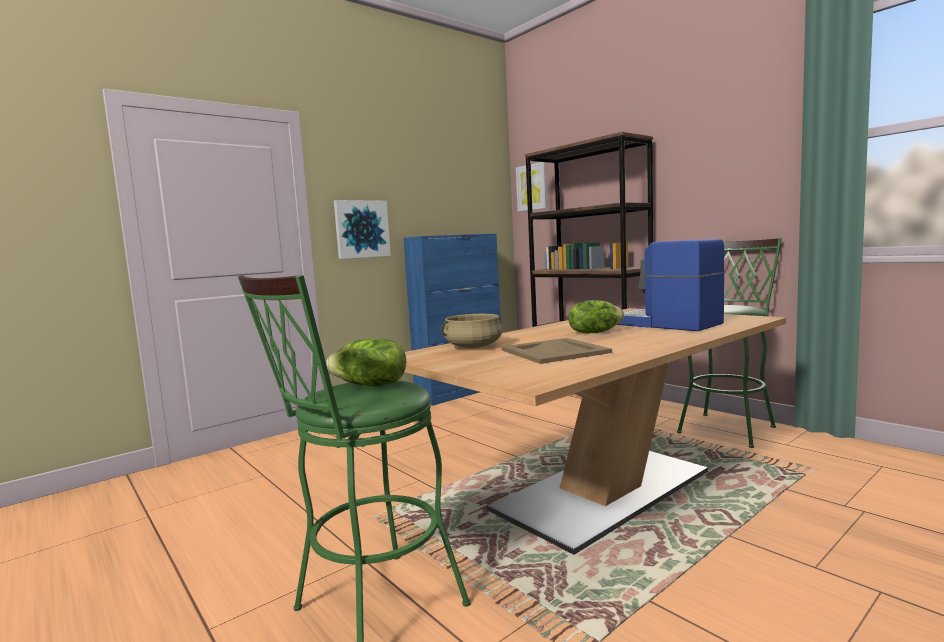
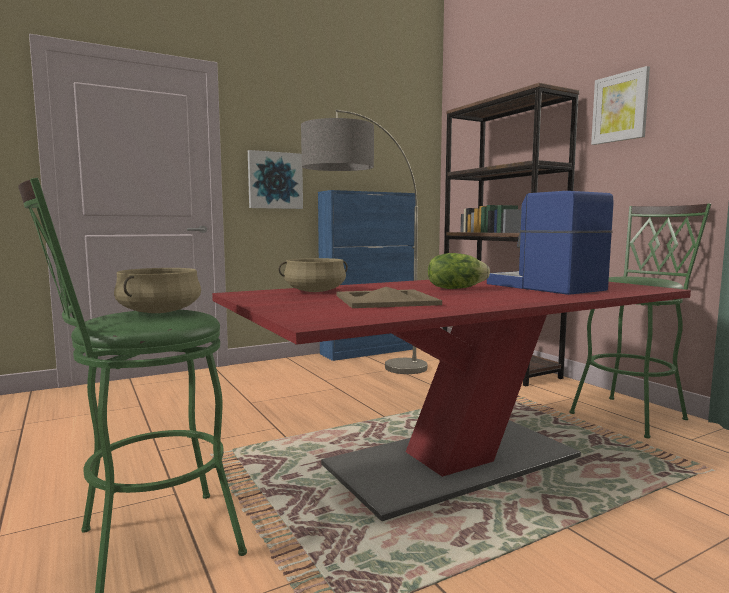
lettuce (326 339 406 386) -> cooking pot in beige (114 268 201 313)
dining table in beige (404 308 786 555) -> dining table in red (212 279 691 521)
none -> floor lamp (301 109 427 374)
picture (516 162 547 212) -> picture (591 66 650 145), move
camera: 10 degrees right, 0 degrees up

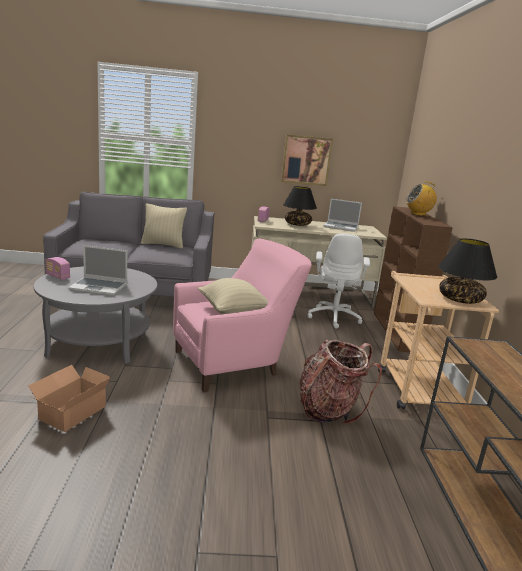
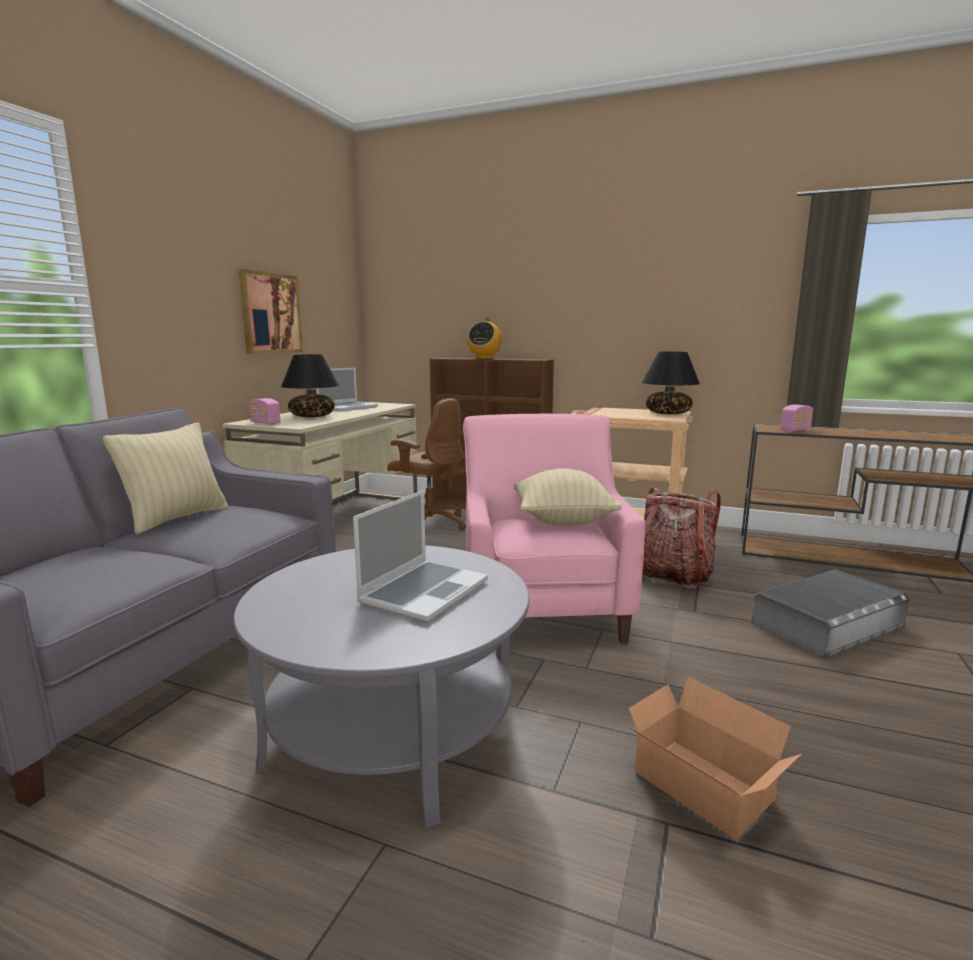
office chair in white (308 234 370 329) -> office chair in brown (387 398 466 531)
none -> storage box in grey (752 569 910 658)
radio (46 257 70 280) -> radio (780 404 813 432), move
camera: 65 degrees left, 5 degrees down

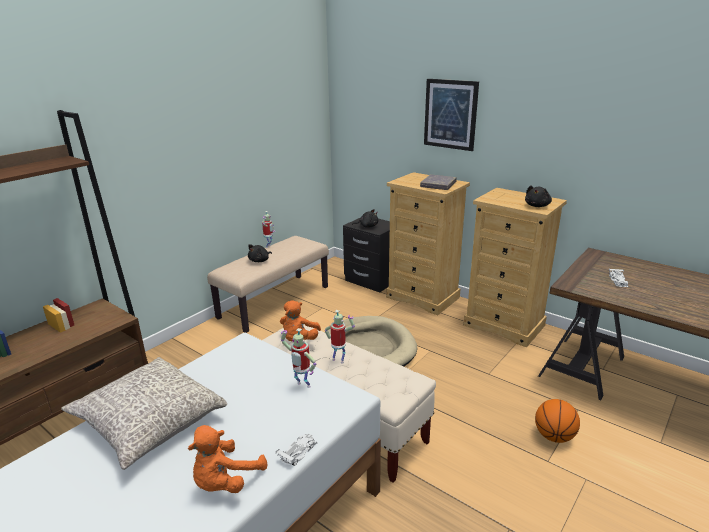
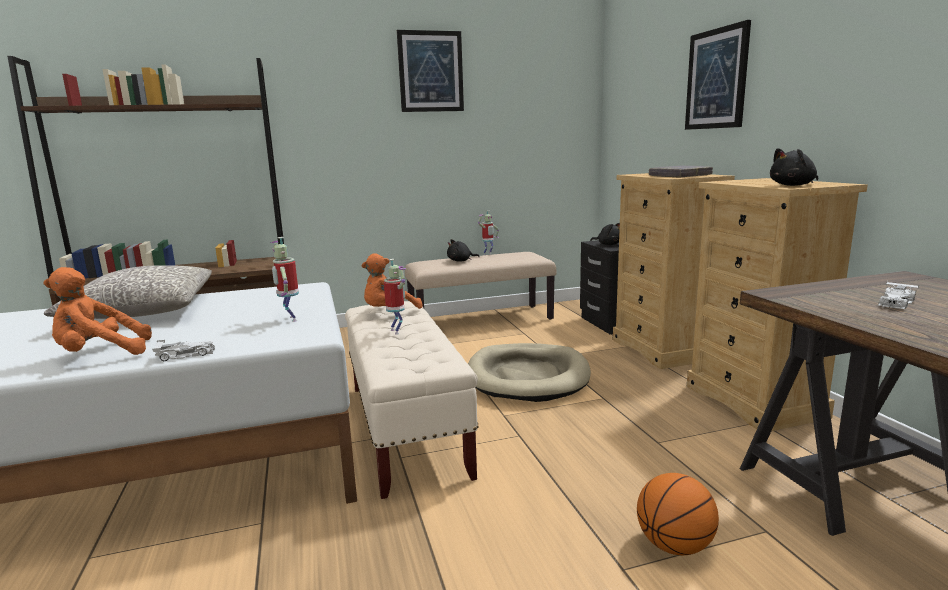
none -> picture (397 30 464 112)
camera: 35 degrees right, 10 degrees down

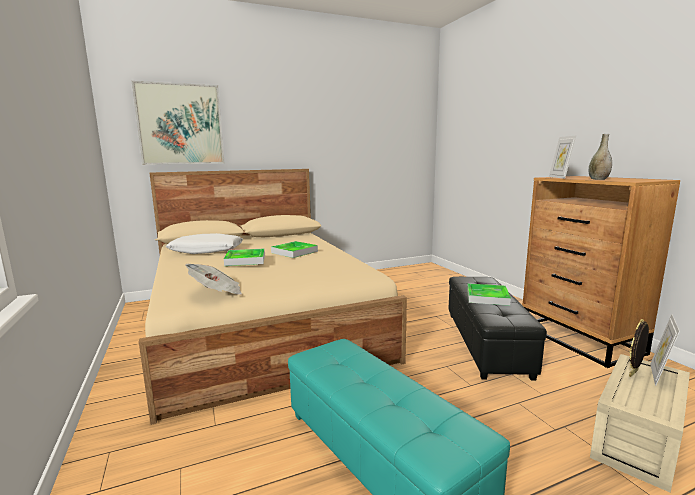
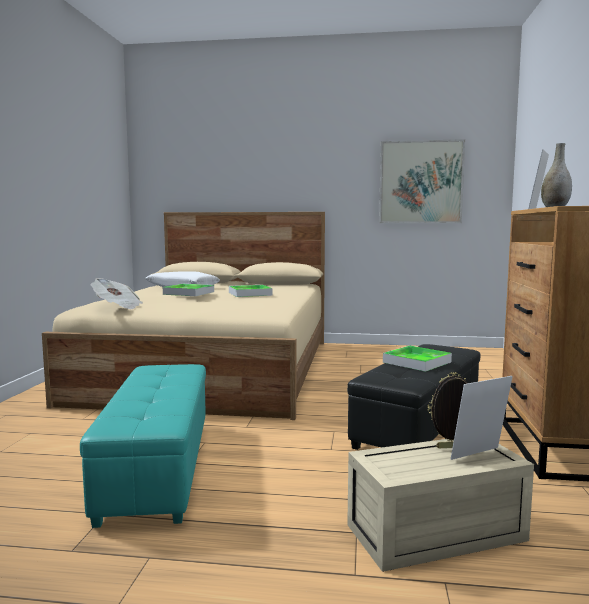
picture (132 81 225 165) -> picture (379 139 465 223), move
camera: 30 degrees right, 5 degrees down

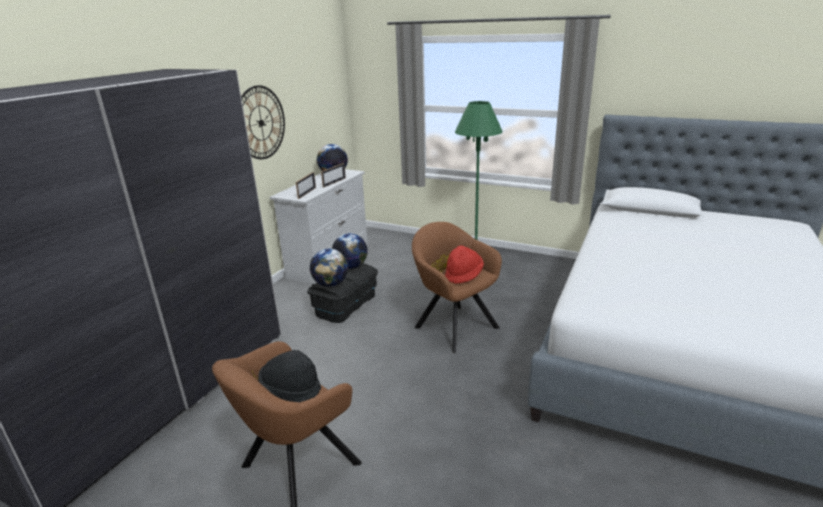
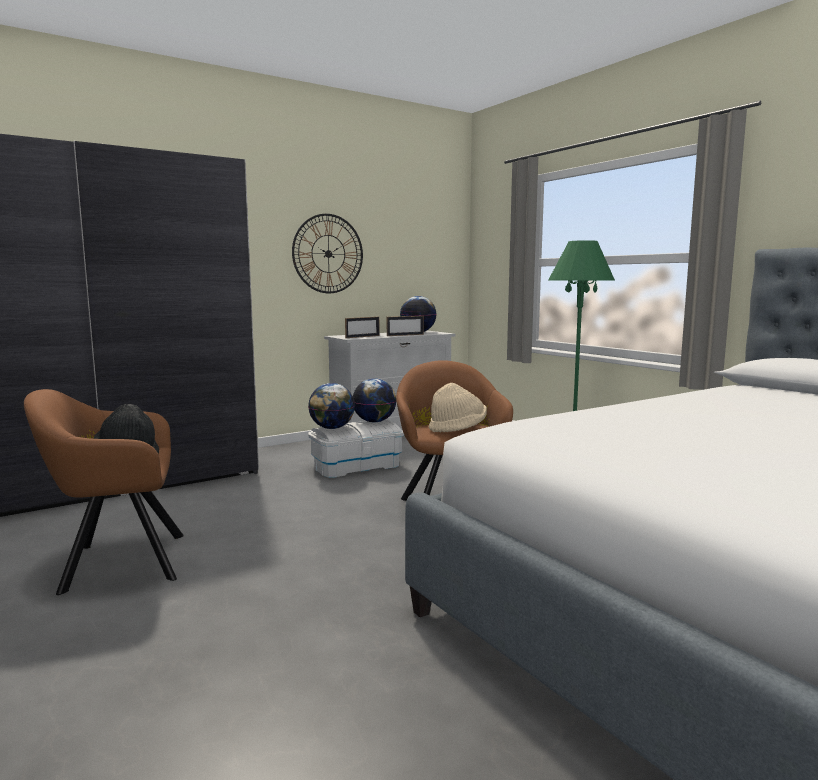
storage box in black (307 263 378 323) -> storage box in white (308 420 404 478)
hat in red (445 245 484 284) -> hat in beige (429 383 487 432)
camera: 30 degrees right, 15 degrees down

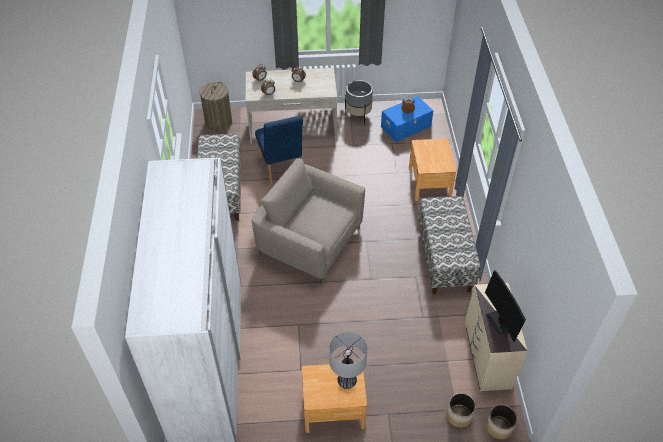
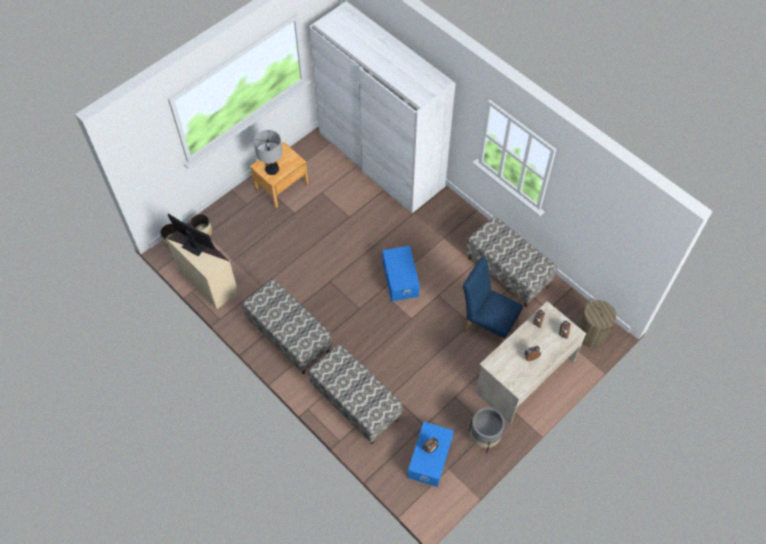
nightstand in brown (409 138 456 201) -> bench (309 344 402 444)
armchair in beige (252 158 365 284) -> storage box in blue (382 246 420 301)
camera: 140 degrees right, 10 degrees up

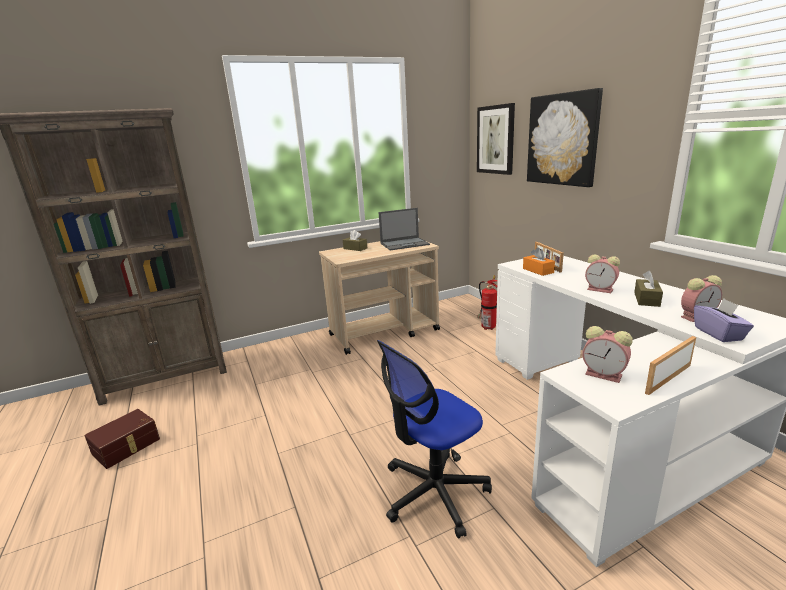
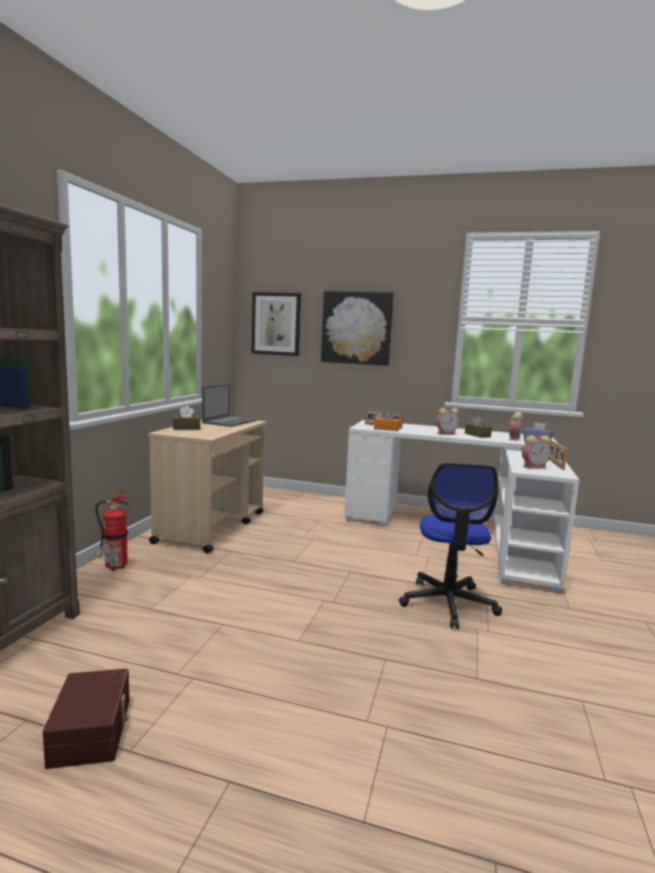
fire extinguisher (477 276 498 330) -> fire extinguisher (95 489 130 571), move
camera: 50 degrees left, 10 degrees down

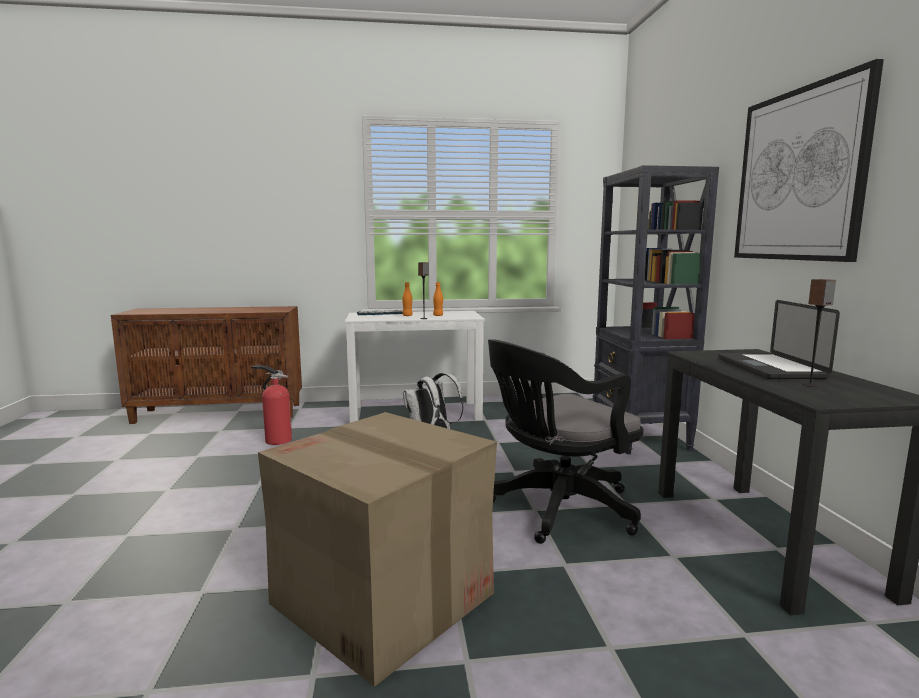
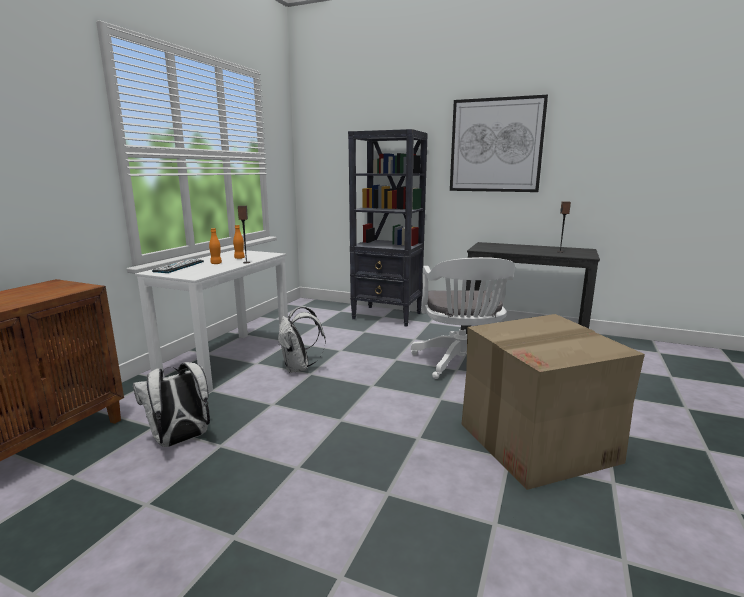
fire extinguisher (251 365 292 445) -> backpack in white (133 362 210 447)
office chair in black (488 340 644 544) -> office chair in white (411 257 515 379)
laptop (718 300 840 379) -> none
camera: 60 degrees left, 5 degrees up

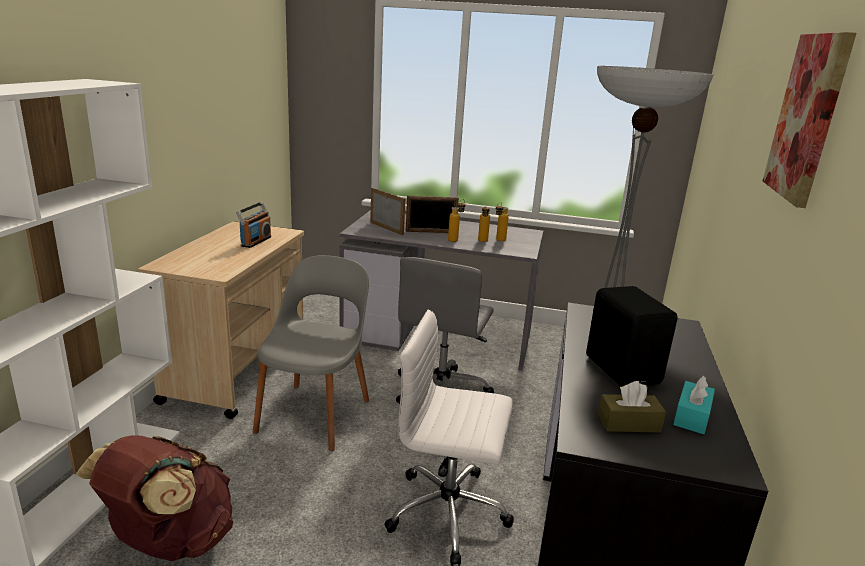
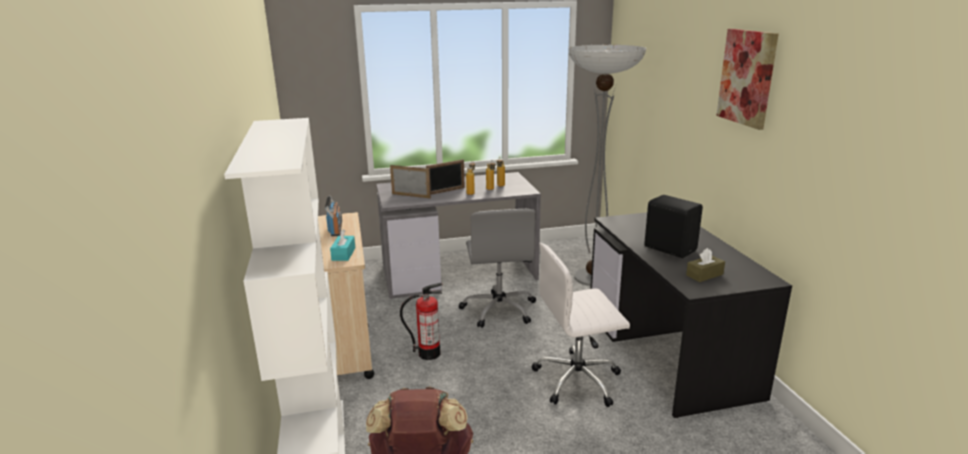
tissue box in turquoise (673 376 715 434) -> tissue box in turquoise (330 229 355 261), move
chair in grey (253 255 369 451) -> fire extinguisher (400 283 443 360)
camera: 25 degrees left, 0 degrees up

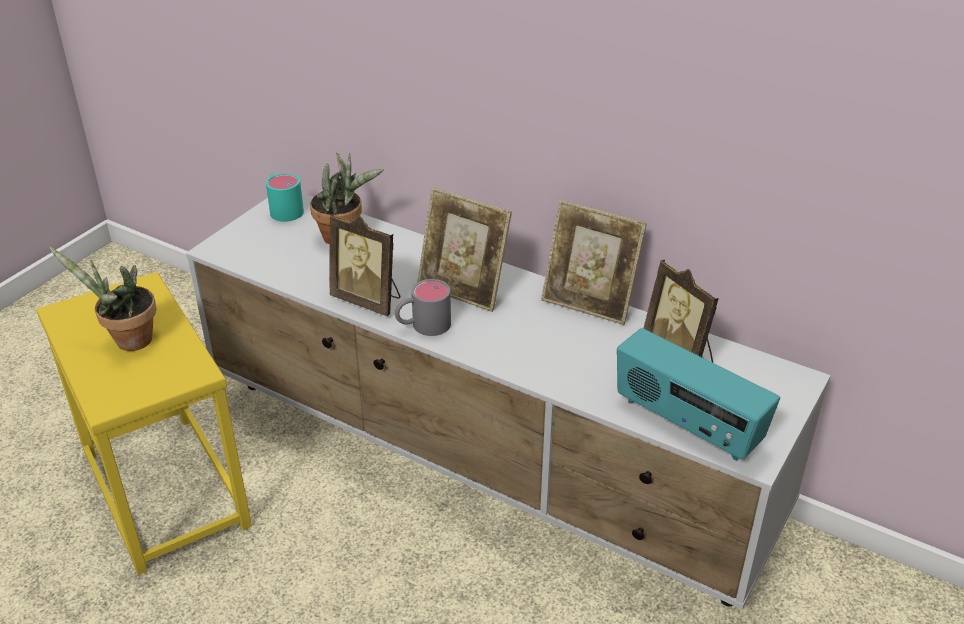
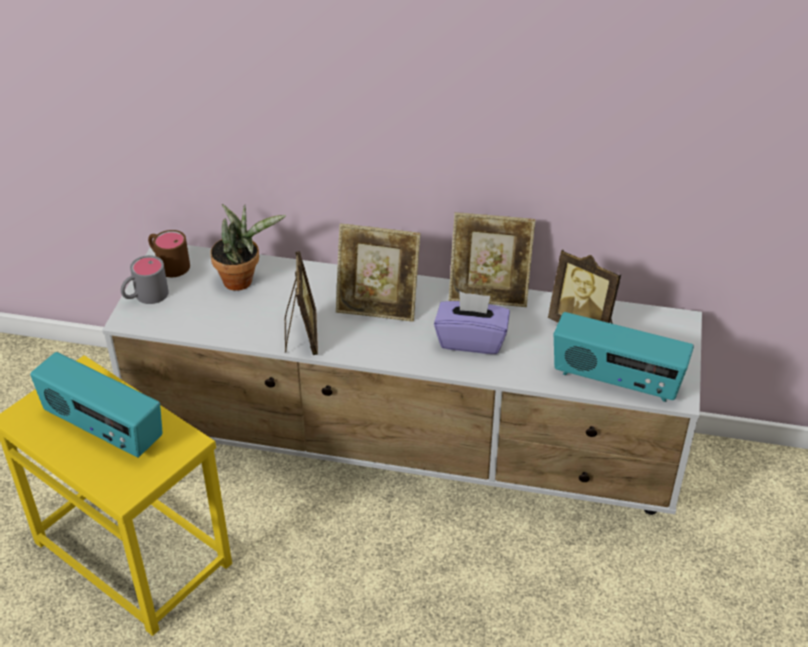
potted plant (49 247 157 351) -> radio (30 352 163 458)
mug in grey (395 279 451 336) -> mug in grey (121 255 169 304), move
mug in turquoise (266 173 304 222) -> mug in brown (148 230 190 277)
picture frame (329 214 400 316) -> picture frame (285 251 318 355), 105 degrees counterclockwise
none -> tissue box in purple (434 291 510 354)
camera: 20 degrees left, 5 degrees up

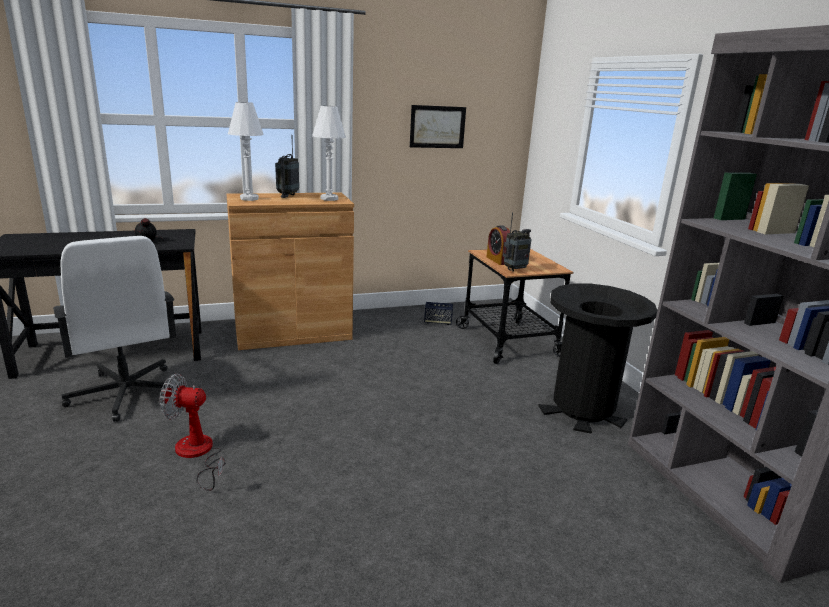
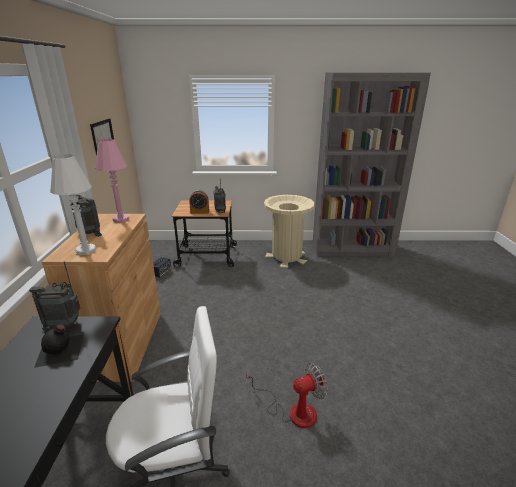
none -> radio (29 262 80 330)
table lamp in white (312 106 346 201) -> table lamp in pink (95 139 129 223)
fan (160 373 226 491) -> fan (246 363 328 428), 135 degrees counterclockwise
trash can in black (538 284 657 434) -> trash can in beige (264 195 314 268)
camera: 70 degrees left, 5 degrees up

